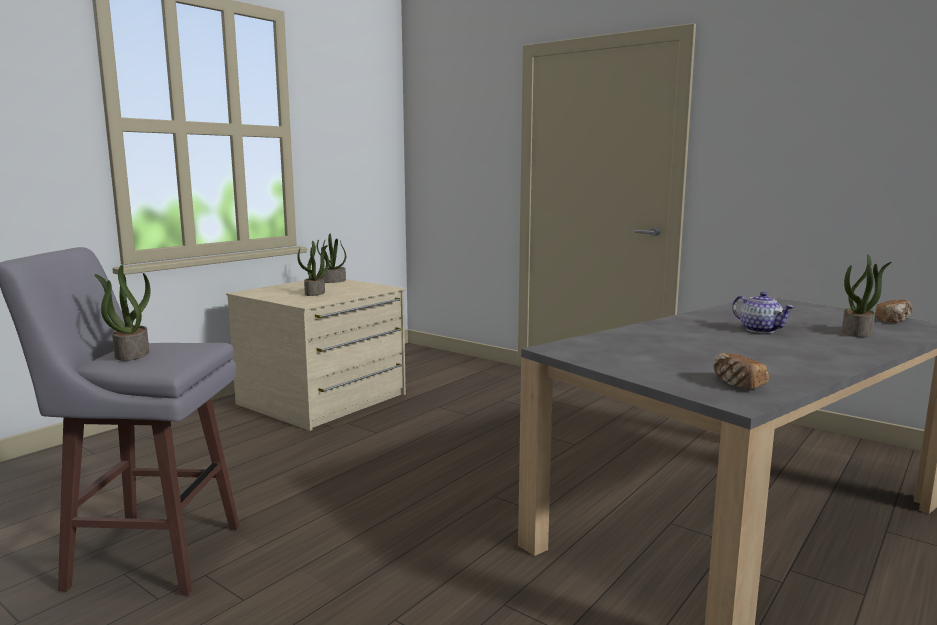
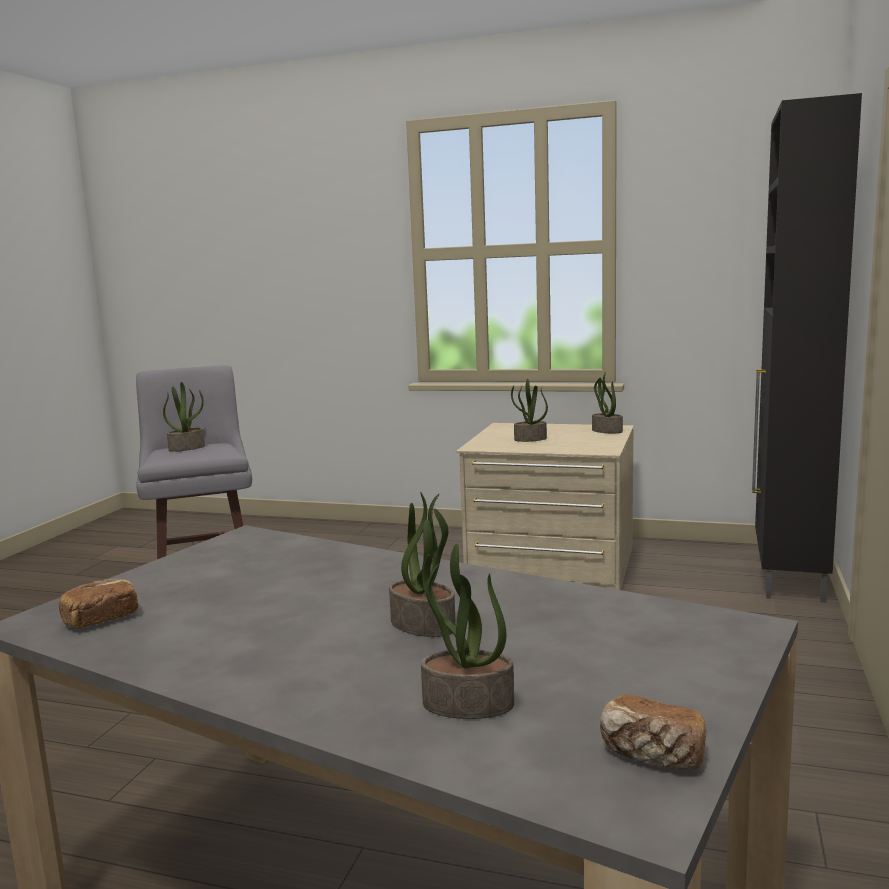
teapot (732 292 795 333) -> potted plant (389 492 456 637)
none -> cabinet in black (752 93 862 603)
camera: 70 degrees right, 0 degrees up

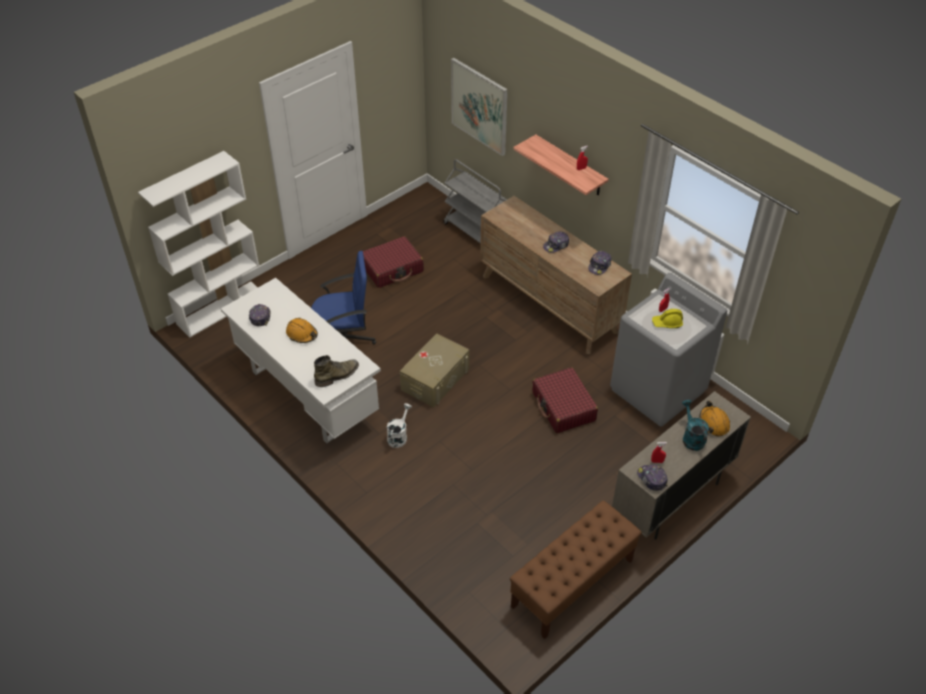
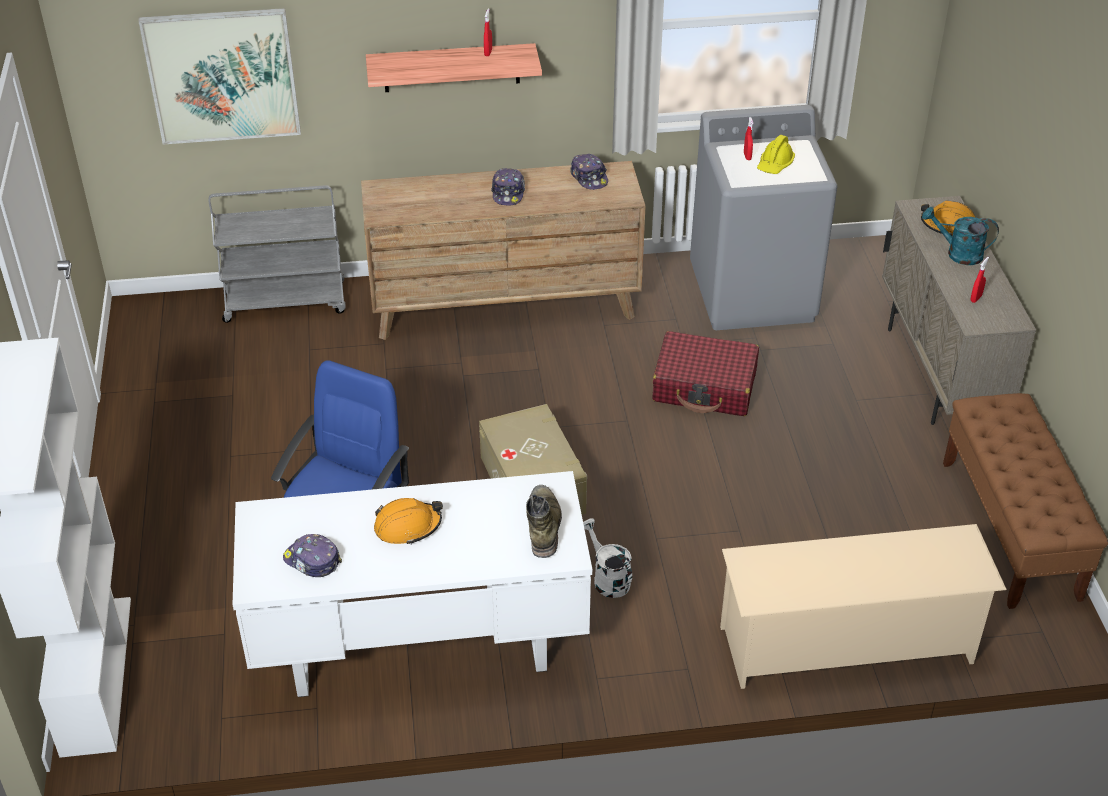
none -> shoe rack in beige (720 524 1007 689)
suitcase in red (363 236 424 288) -> none
cap (637 464 668 491) -> none
camera: 55 degrees left, 5 degrees down

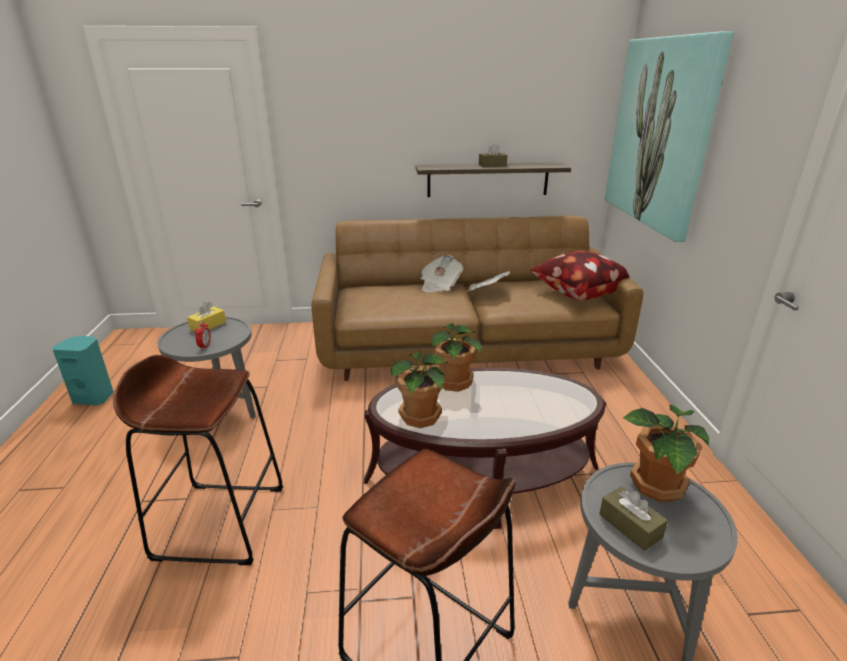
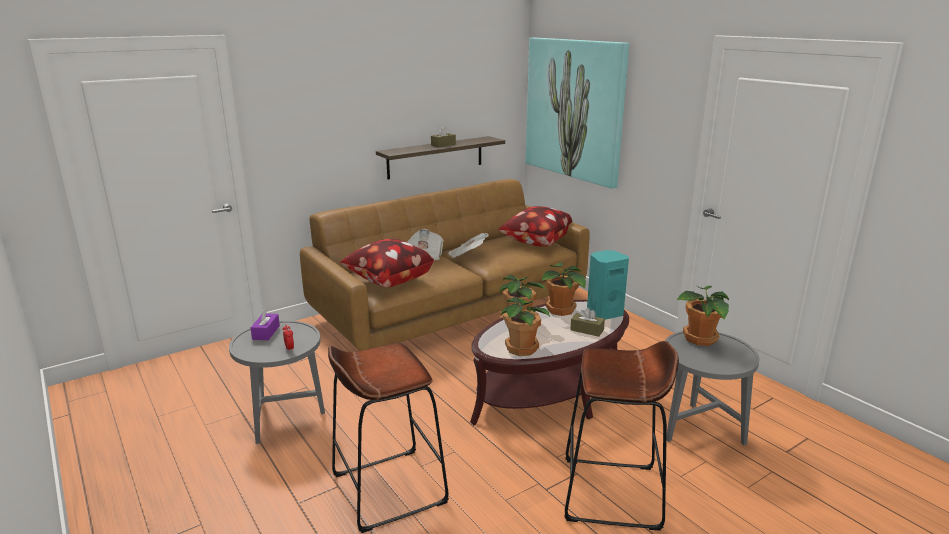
tissue box in yellow (187 302 226 331) -> tissue box in purple (250 308 280 340)
none -> pillow (340 239 434 288)
none -> potted plant (541 262 586 316)
tissue box in brown (599 486 668 551) -> tissue box in brown (570 307 605 337), move
speaker in turquoise (52 336 114 405) -> speaker in turquoise (587 250 629 320), move
camera: 30 degrees left, 5 degrees down

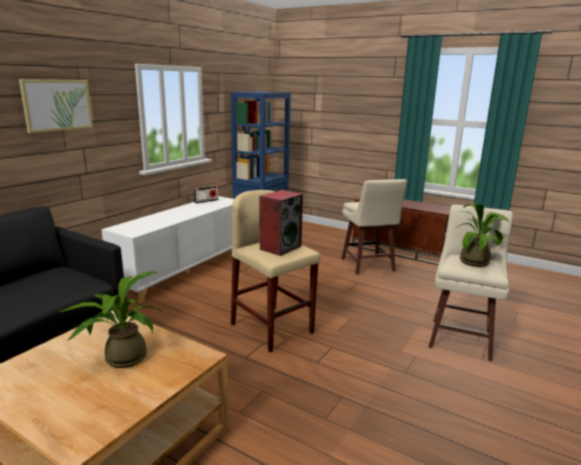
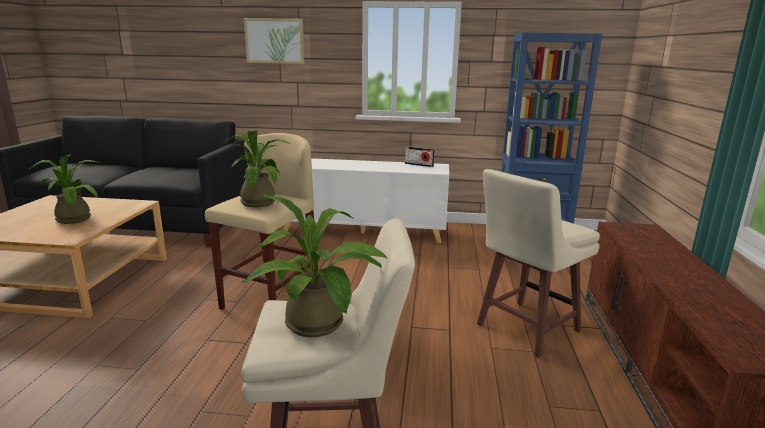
speaker (260 190 303 256) -> potted plant (224 130 290 207)
camera: 65 degrees right, 0 degrees up

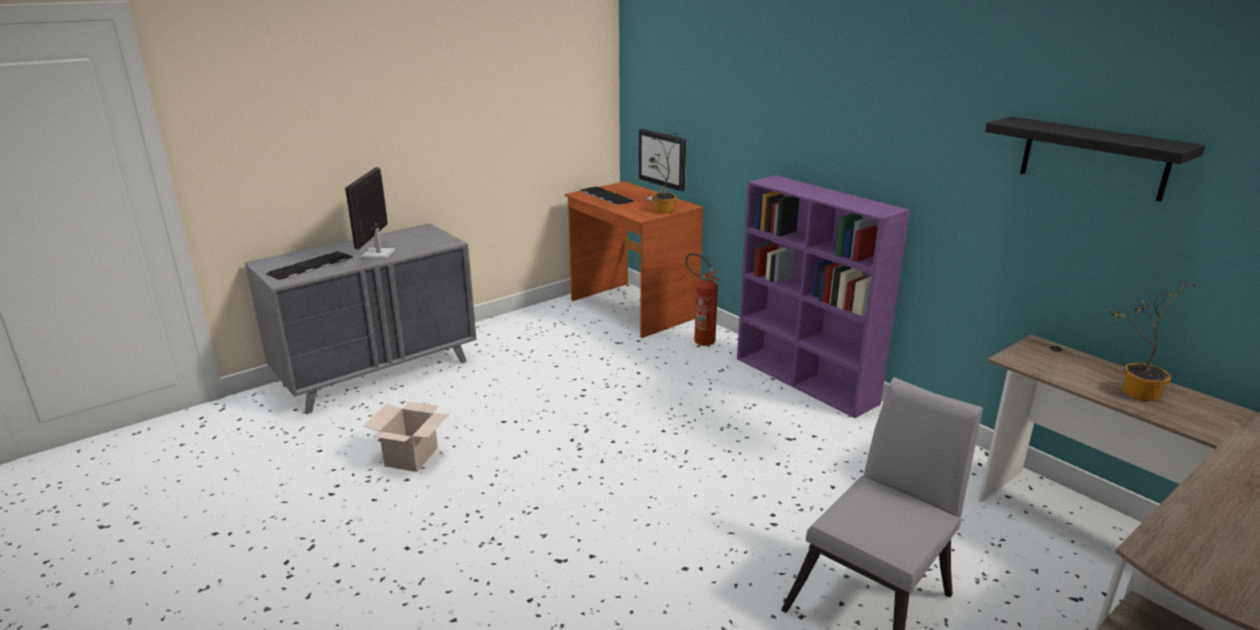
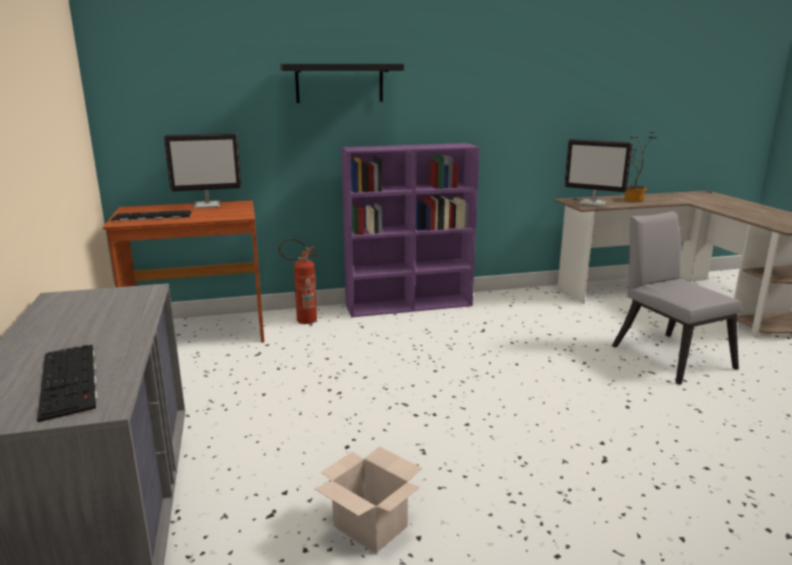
shelf in black (985 117 1205 201) -> shelf in black (280 64 404 103), move
monitor (345 167 396 260) -> monitor (564 139 633 206), move
potted plant (648 133 681 214) -> none
camera: 65 degrees left, 5 degrees down

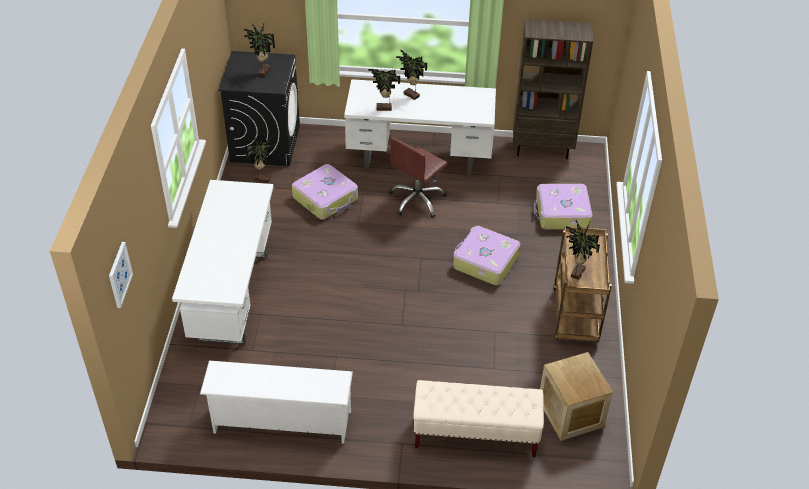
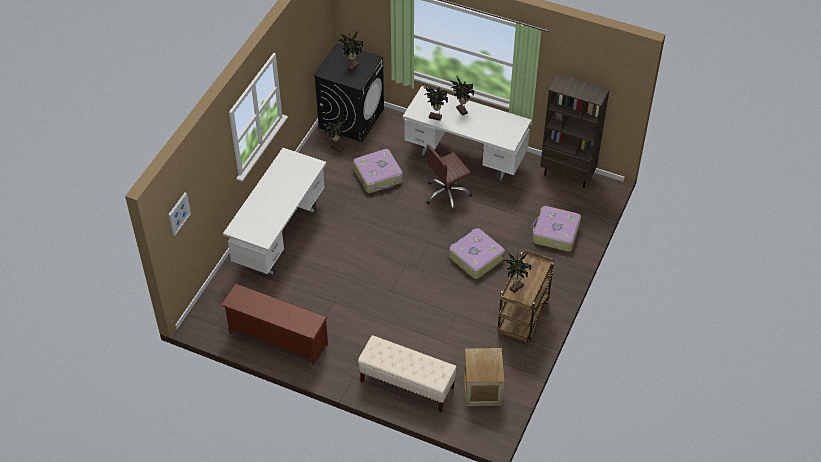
shoe rack in white (200 361 353 444) -> shoe rack in brown (221 283 328 365)
camera: 20 degrees right, 5 degrees up

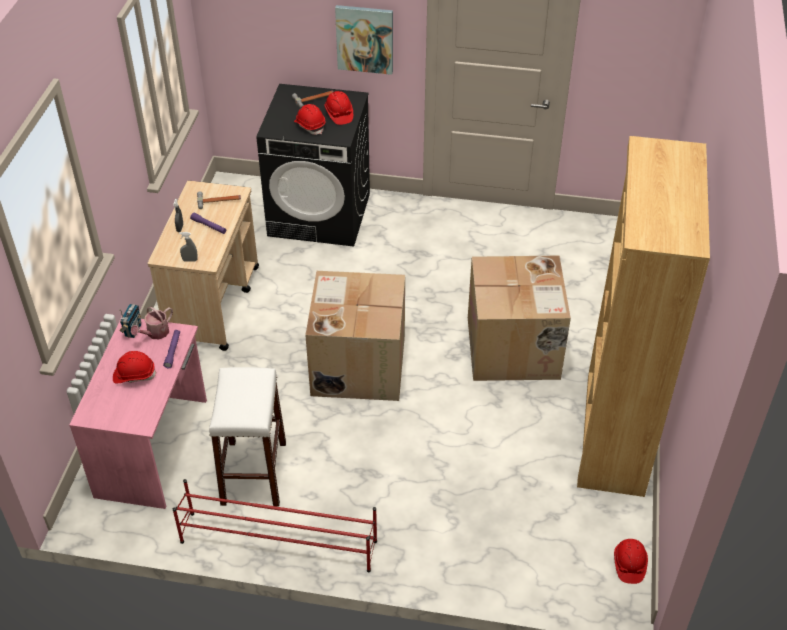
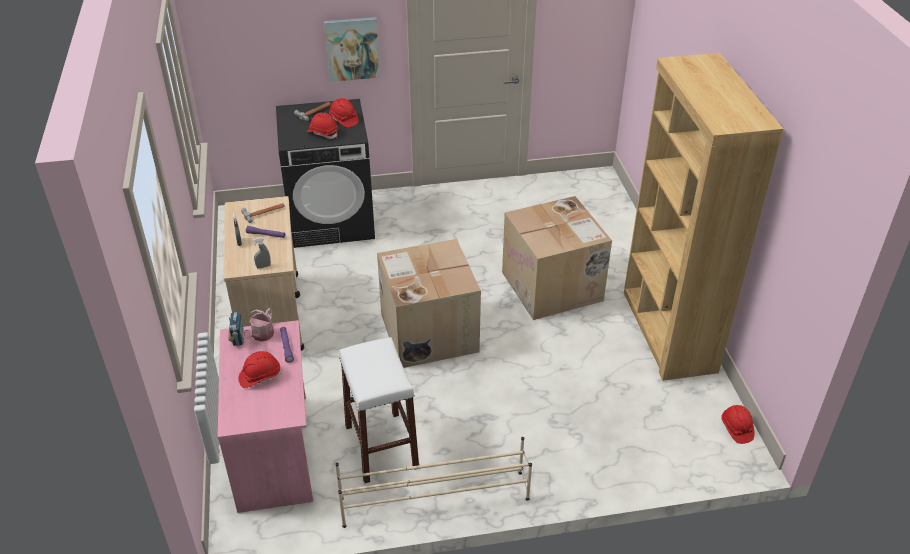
shoe rack in red (173 479 377 573) -> shoe rack in beige (335 437 532 528)
camera: 20 degrees left, 5 degrees down

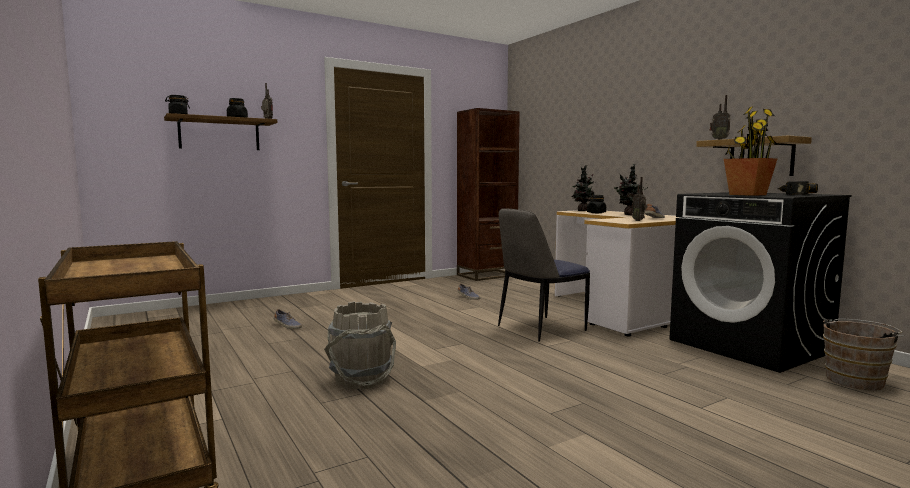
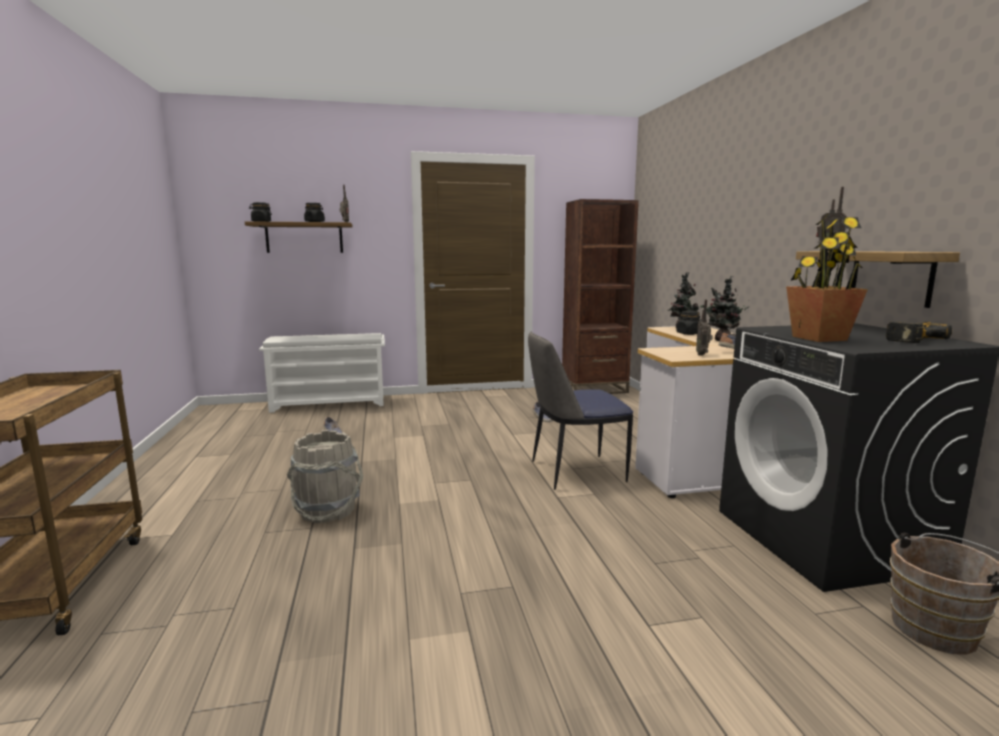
none -> shoe rack in white (259 333 385 413)
camera: 20 degrees right, 5 degrees up

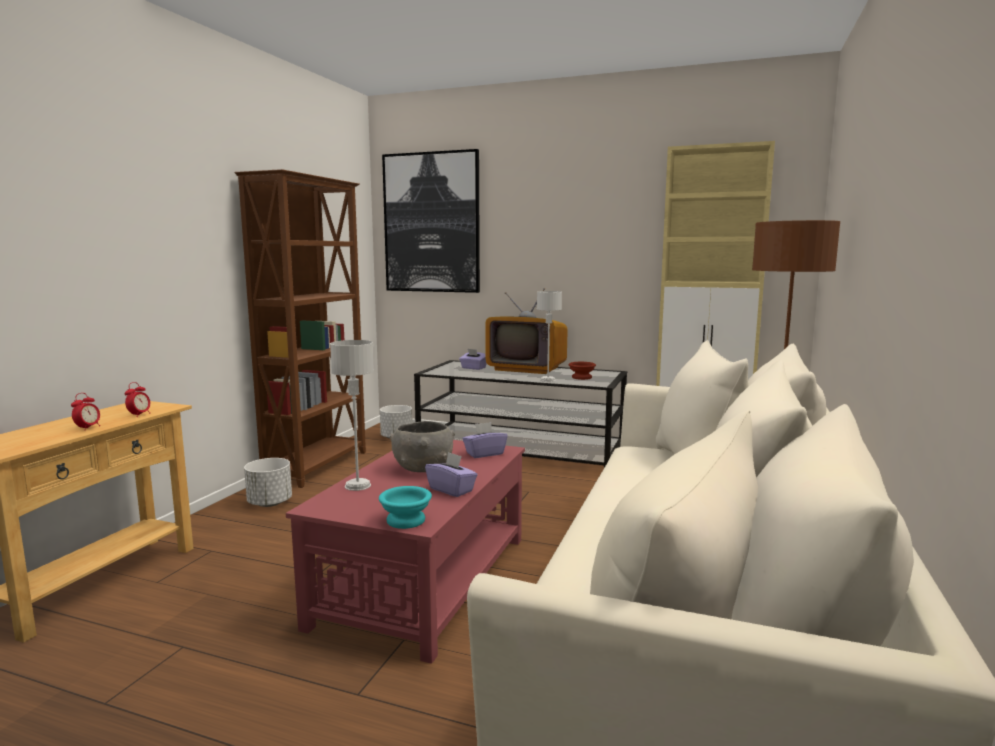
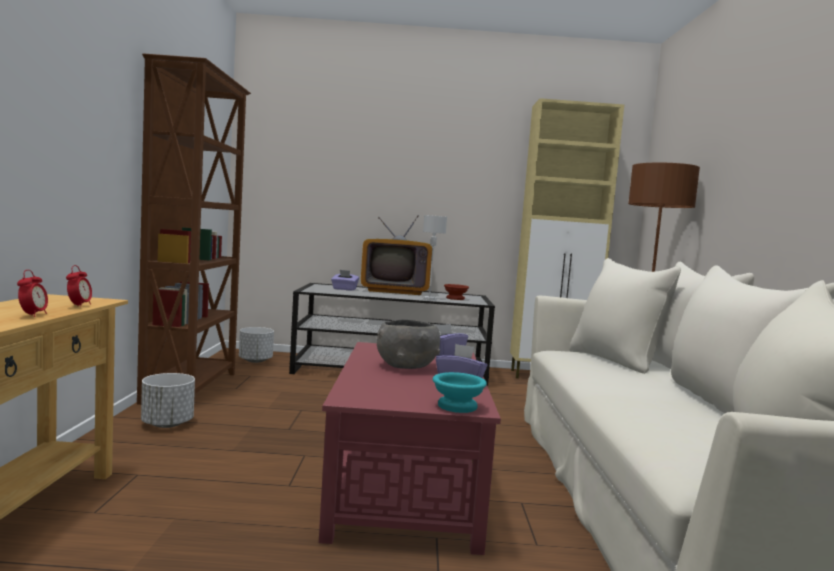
table lamp in grey (330 340 374 491) -> none
picture (382 149 480 293) -> none
camera: 20 degrees left, 5 degrees down

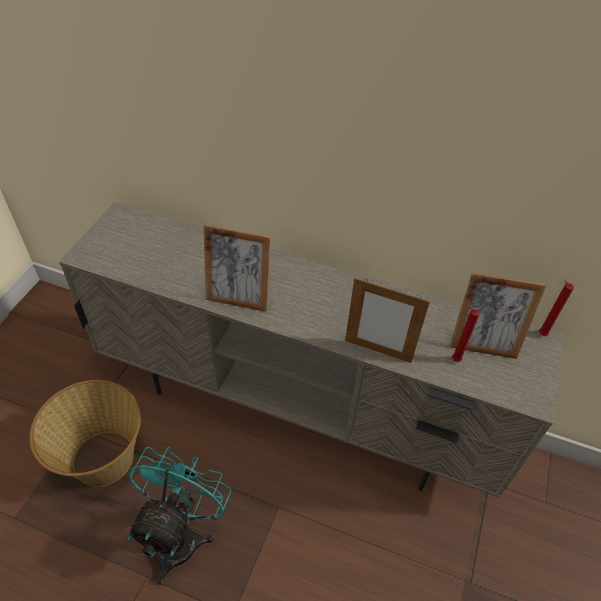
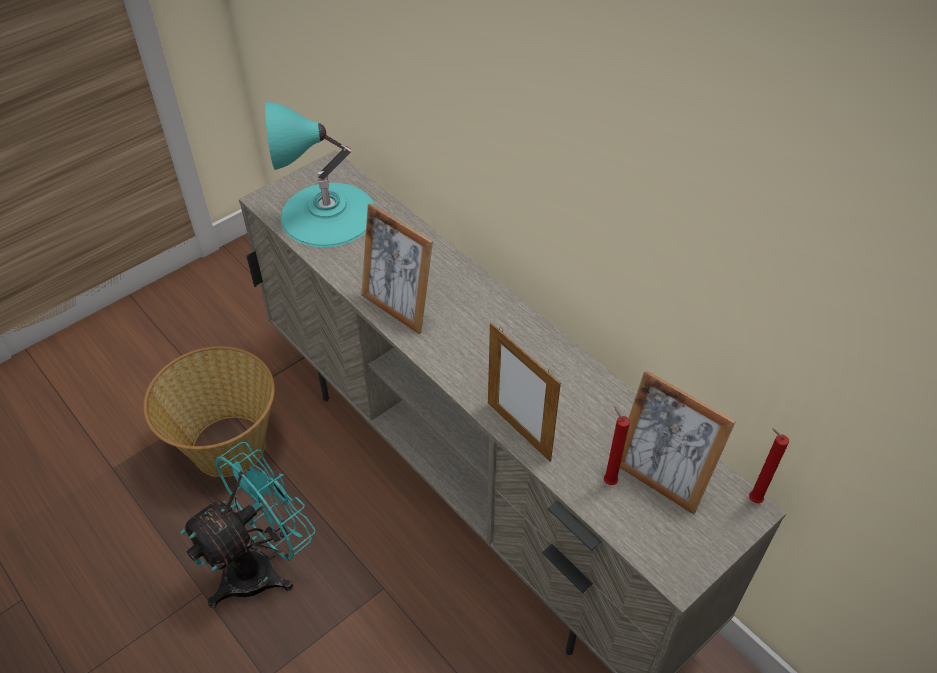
none -> table lamp in turquoise (265 102 375 247)
camera: 30 degrees right, 0 degrees up

